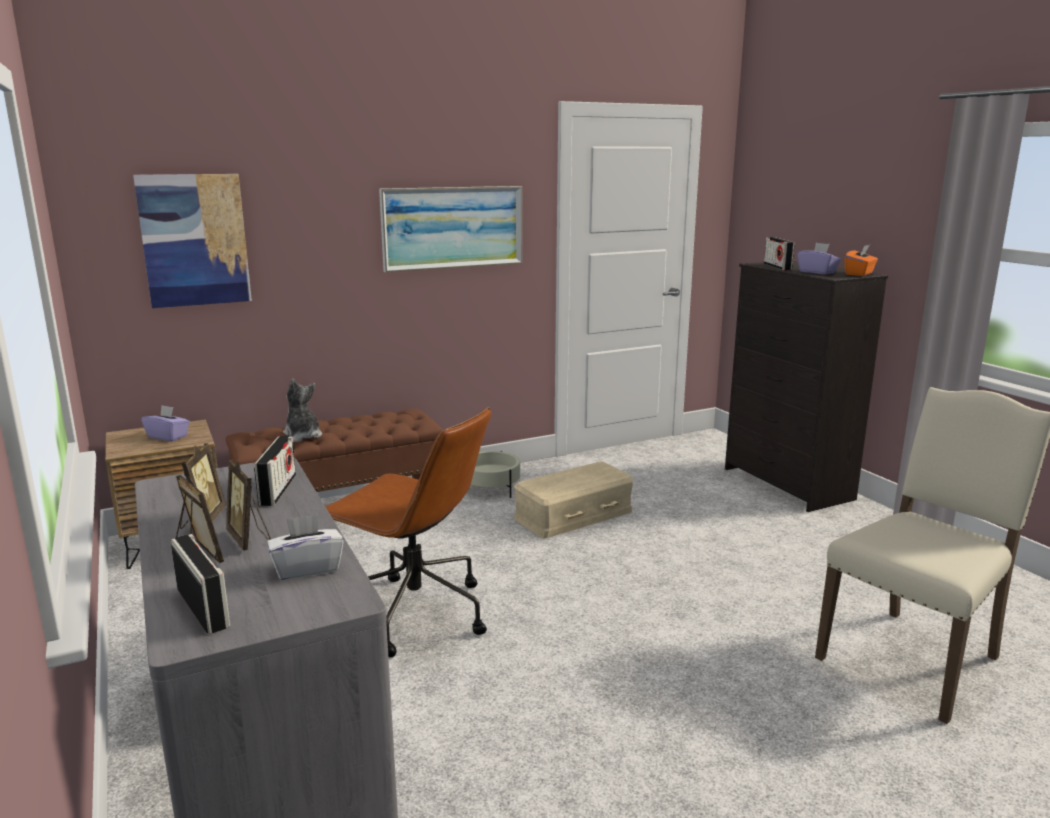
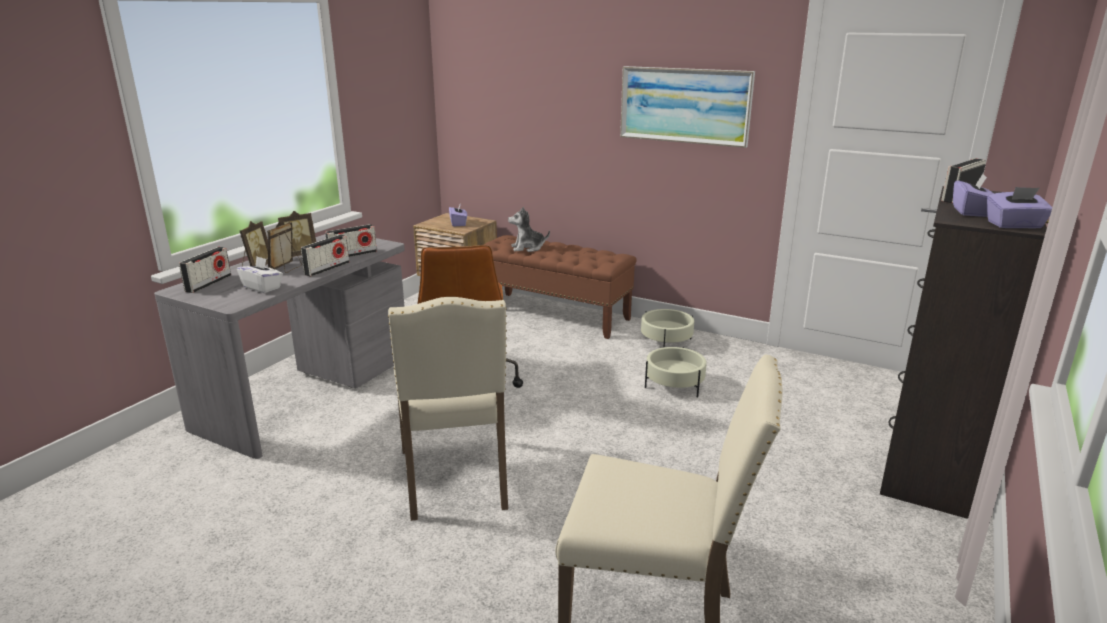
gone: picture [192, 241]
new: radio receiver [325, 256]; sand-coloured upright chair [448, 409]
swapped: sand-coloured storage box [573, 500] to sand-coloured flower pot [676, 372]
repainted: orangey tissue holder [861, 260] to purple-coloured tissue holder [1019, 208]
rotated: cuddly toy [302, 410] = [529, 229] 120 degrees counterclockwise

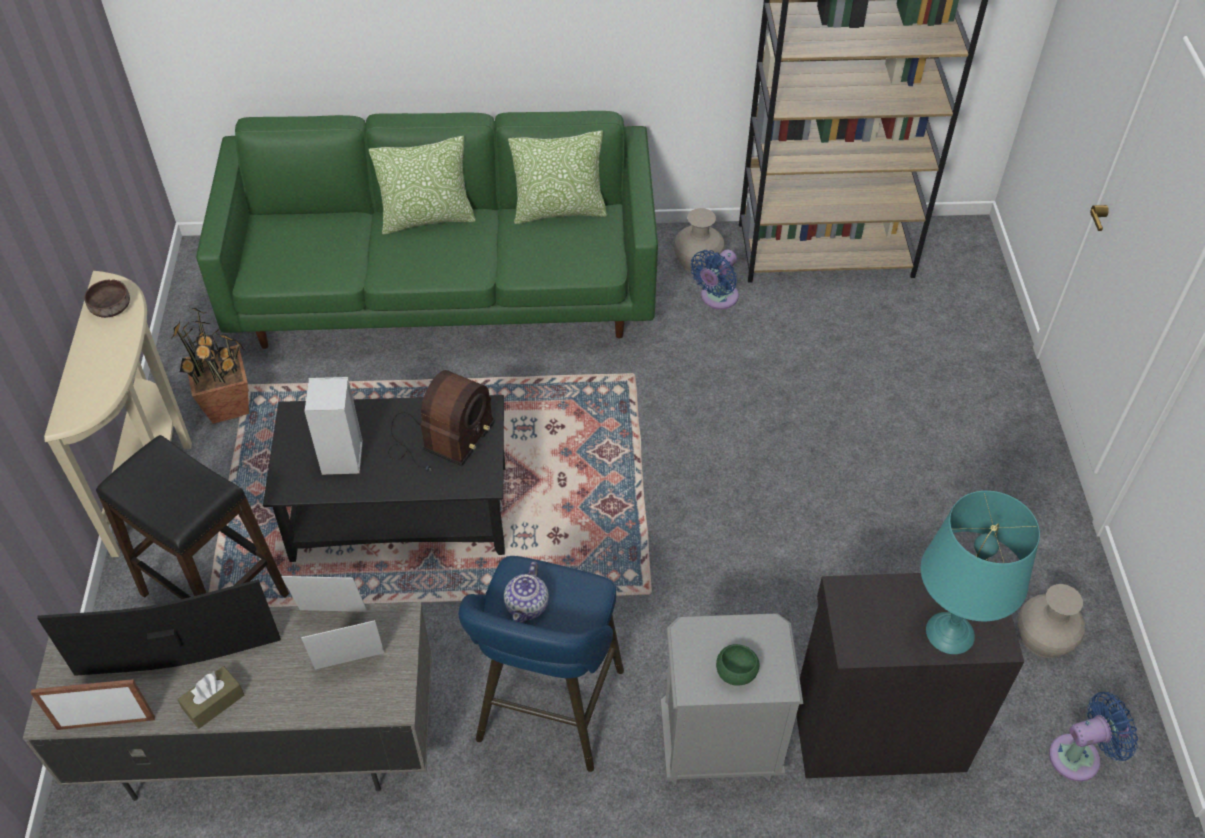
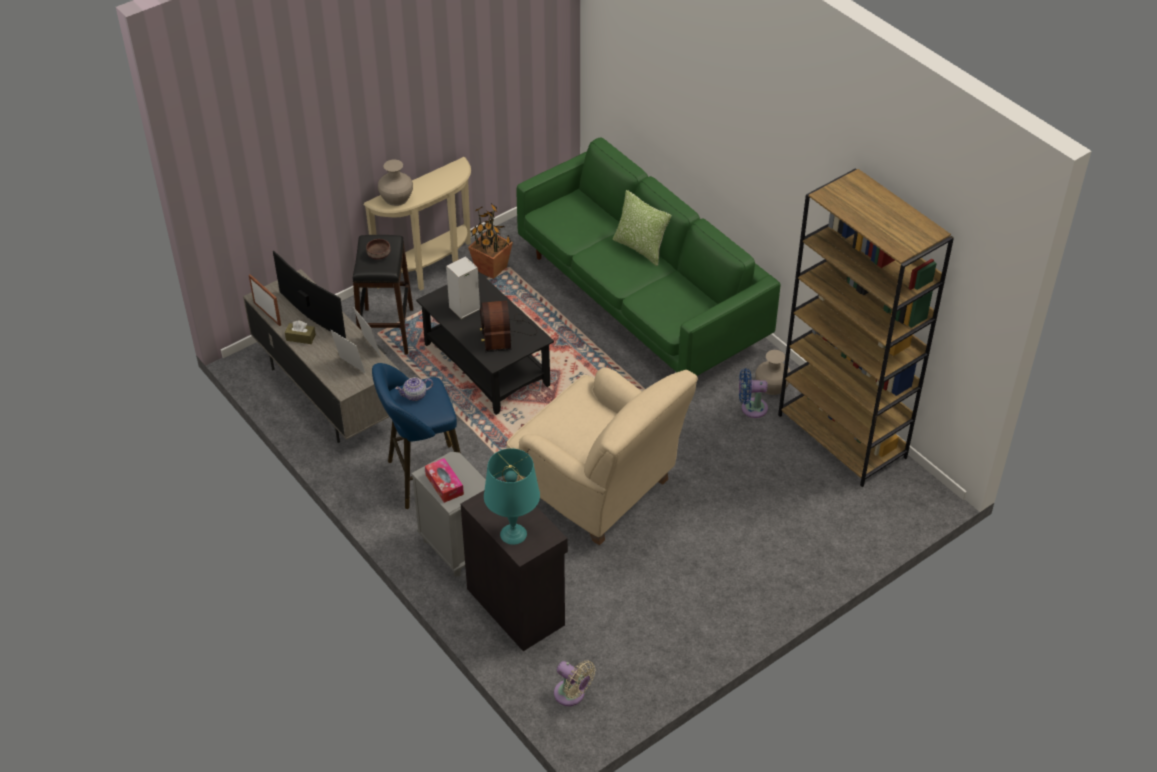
gone: throw pillow [557, 177]
new: sand-coloured lounge chair [602, 456]
shifted: brown bowl [107, 298] to [378, 249]; sand-coloured vase [1051, 621] to [395, 182]
swapped: greenish bowl [738, 665] to tissue holder [444, 480]
repainted: blue electric fan [1093, 736] to sand-coloured electric fan [574, 683]
rotated: radio receiver [441, 421] = [508, 326] 90 degrees clockwise

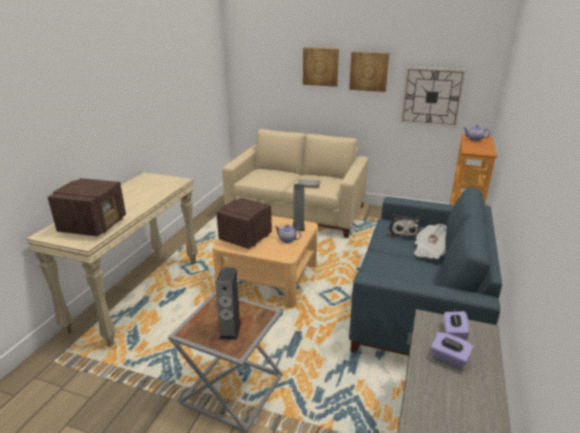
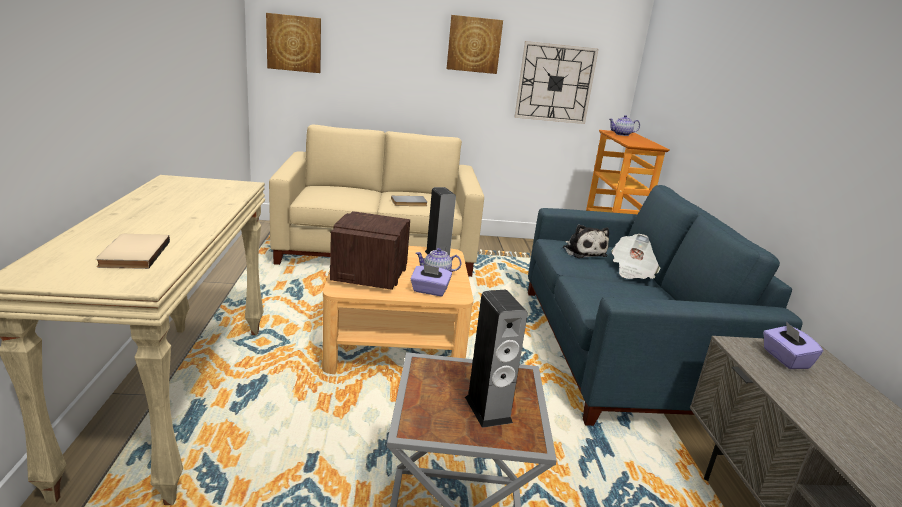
shifted: picture [321, 67] to [293, 43]; purple-coloured tissue holder [452, 350] to [431, 280]
swapped: radio receiver [87, 207] to sand-coloured bound book [133, 251]

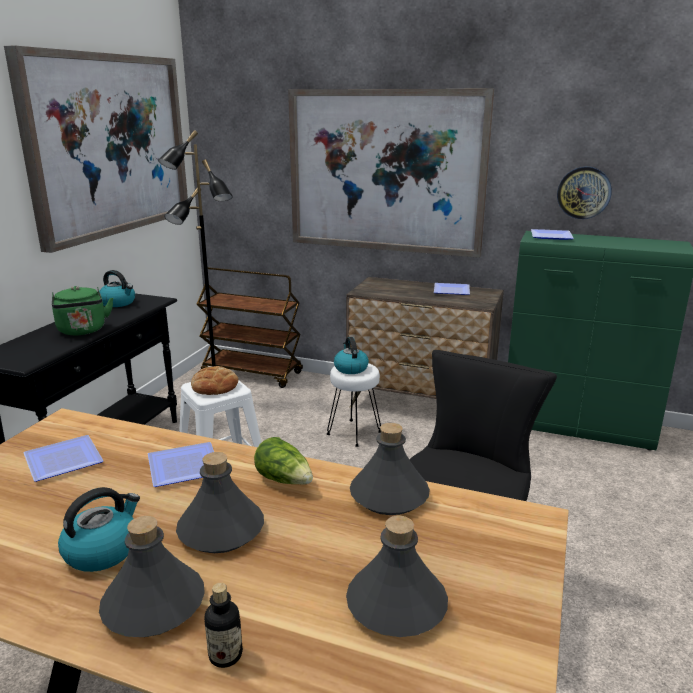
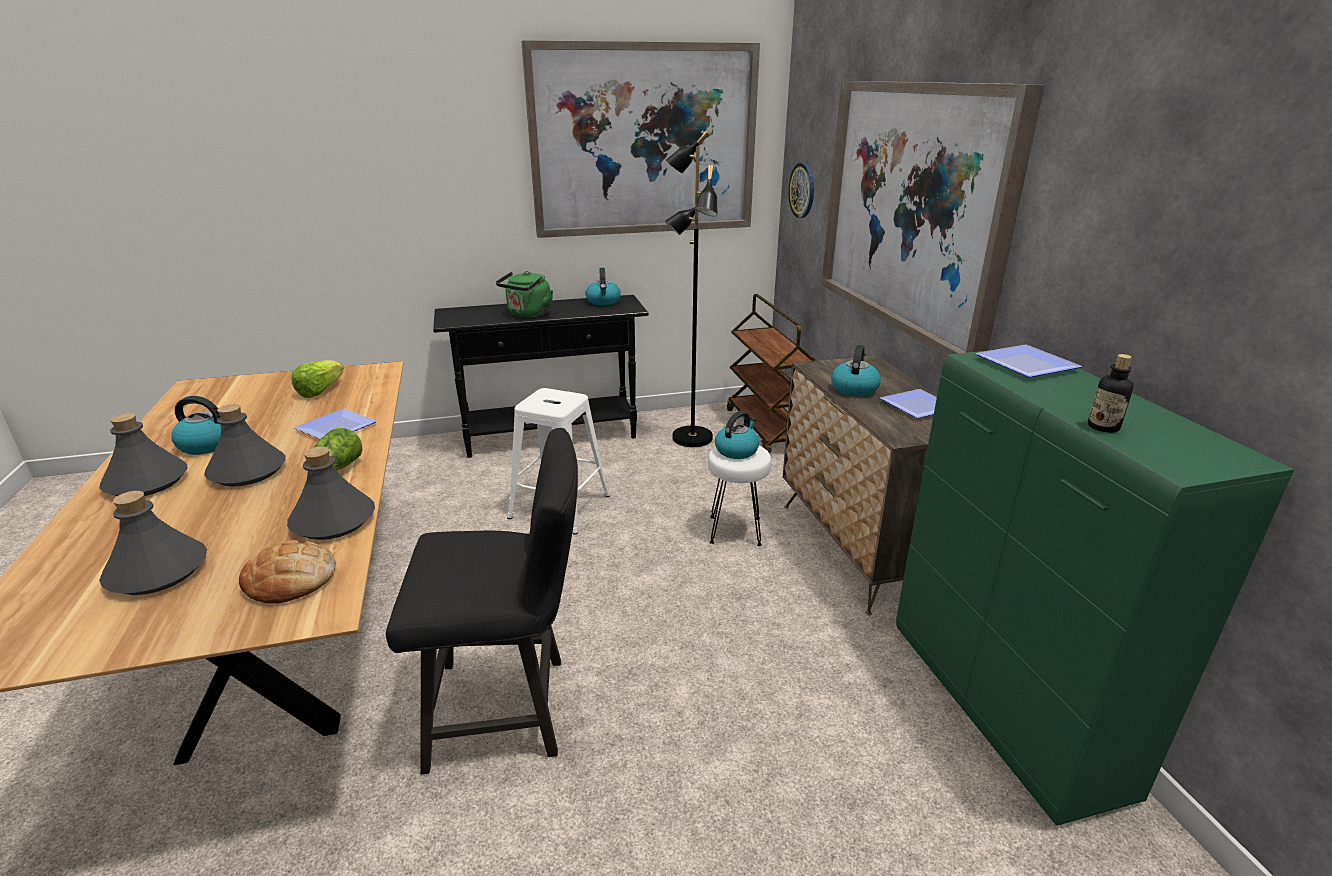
new: tea kettle [856, 371]
shifted: bakery bread [214, 380] to [287, 572]; bottle [223, 625] to [1111, 393]; hanging clock [584, 193] to [801, 190]
swapped: flat dish [63, 458] to lettuce head [317, 379]

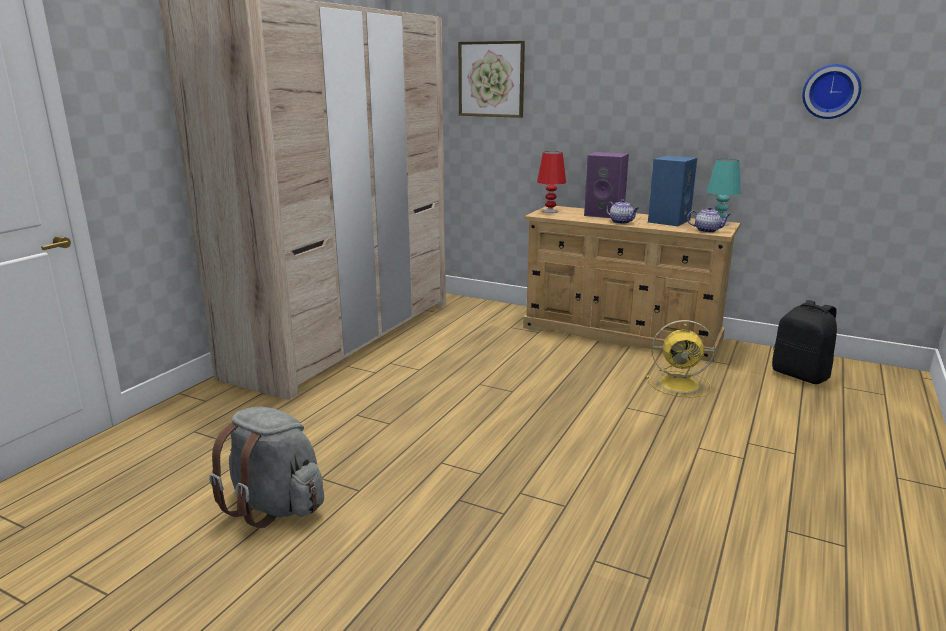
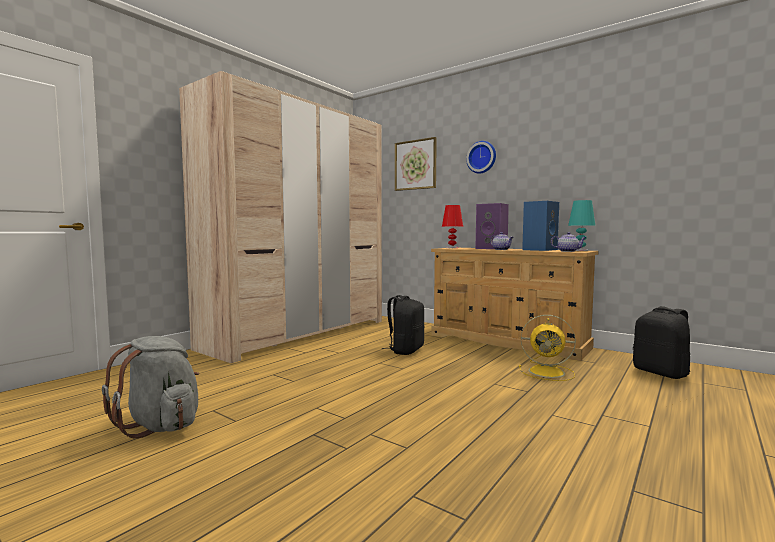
new: black-coloured rucksack [403, 325]
shifted: hanging clock [831, 91] to [481, 157]

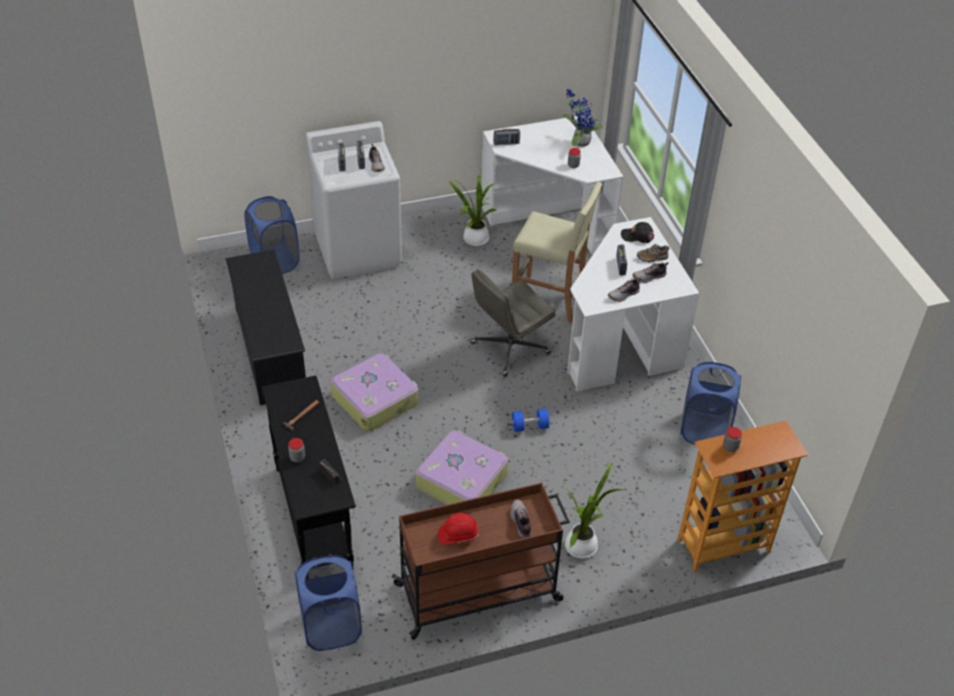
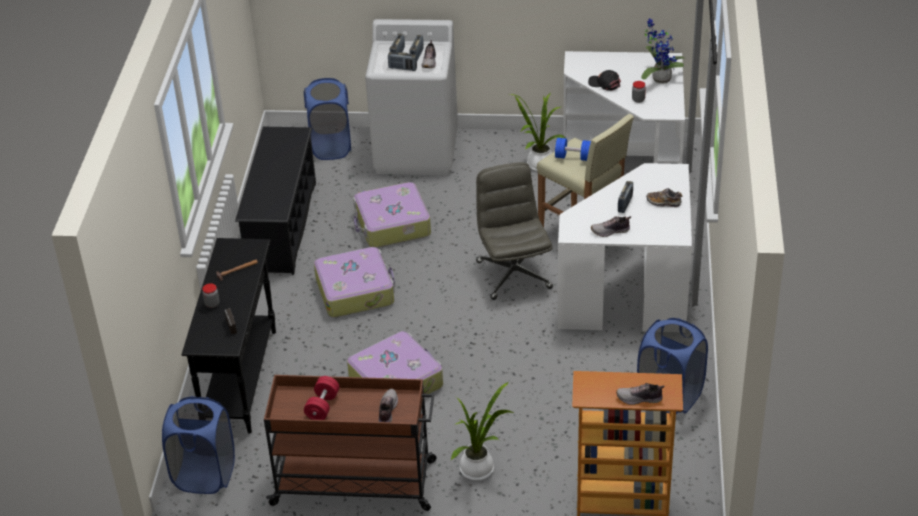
gone: preserve jar [732, 439]
new: suitcase [392, 215]
shifted: radio receiver [507, 137] to [402, 61]; blue free weight [530, 420] to [573, 149]; black-coloured cap [637, 232] to [604, 80]; shoe [650, 272] to [640, 394]
swapped: red-coloured safety helmet [458, 528] to red-coloured free weight [322, 398]
rotated: gray desk chair [513, 323] = [514, 231] 90 degrees clockwise

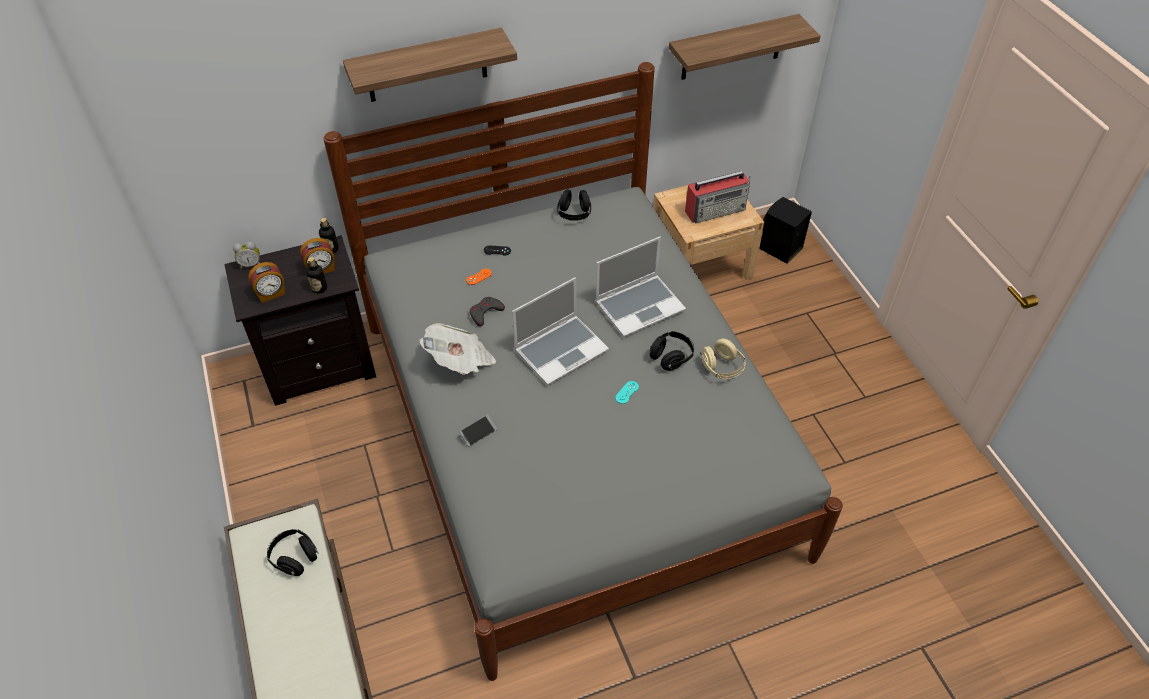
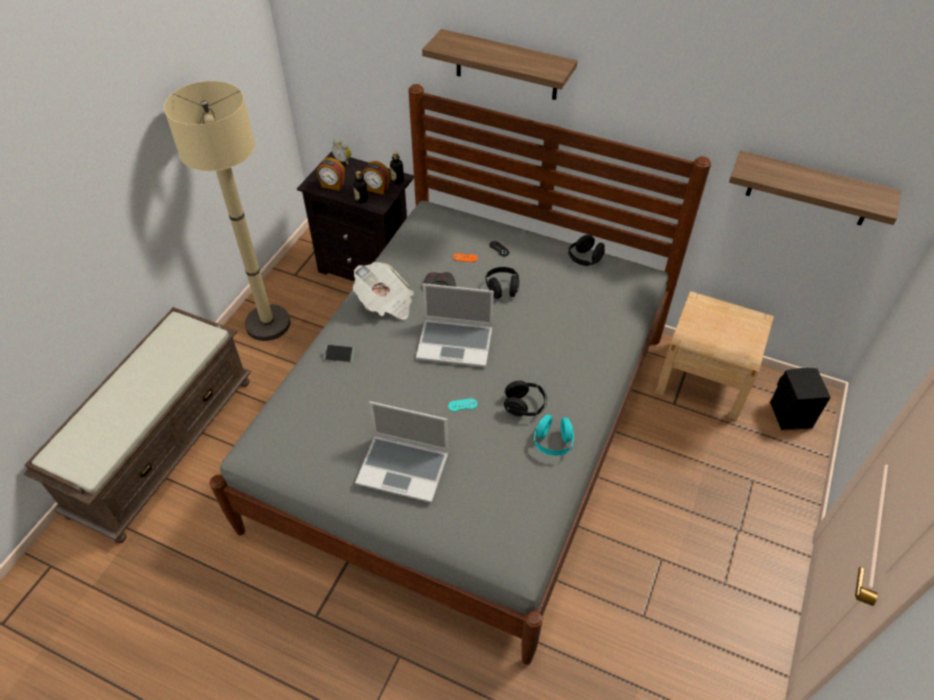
gone: radio receiver [717, 197]
new: sand-coloured standing lamp [227, 211]
shifted: black-coloured headphones [293, 552] to [502, 283]; portable computer [640, 287] to [402, 452]
repainted: sand-coloured headphones [723, 359] to turquoise-coloured headphones [554, 435]

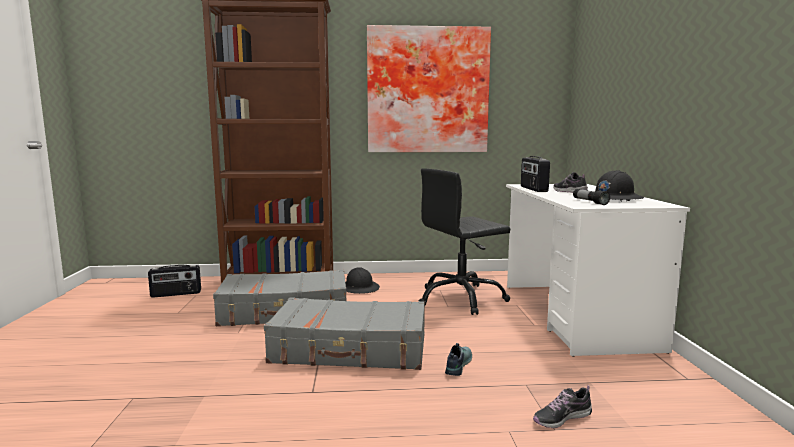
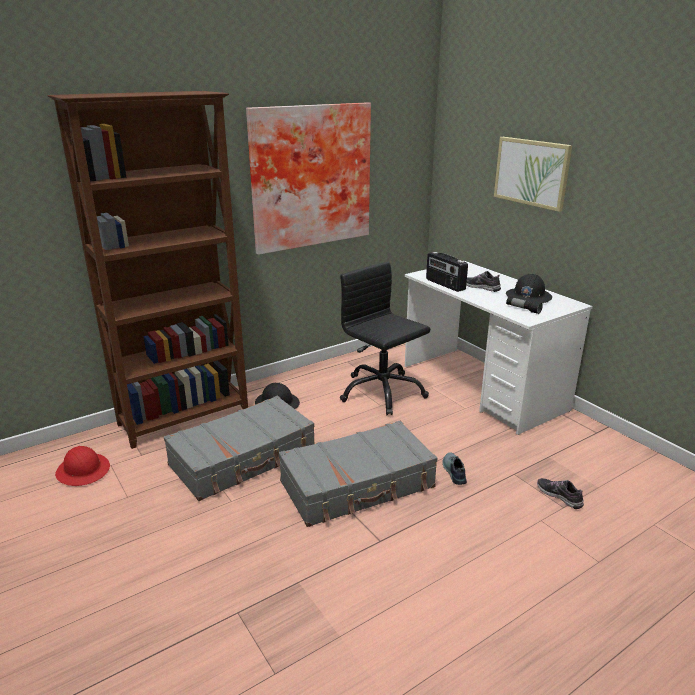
new: picture [533, 174]
swapped: radio receiver [174, 281] to red-coloured safety helmet [82, 466]
rotated: black-coloured desk chair [464, 241] = [385, 338] 105 degrees clockwise; shoe [562, 406] = [560, 493] 105 degrees clockwise

